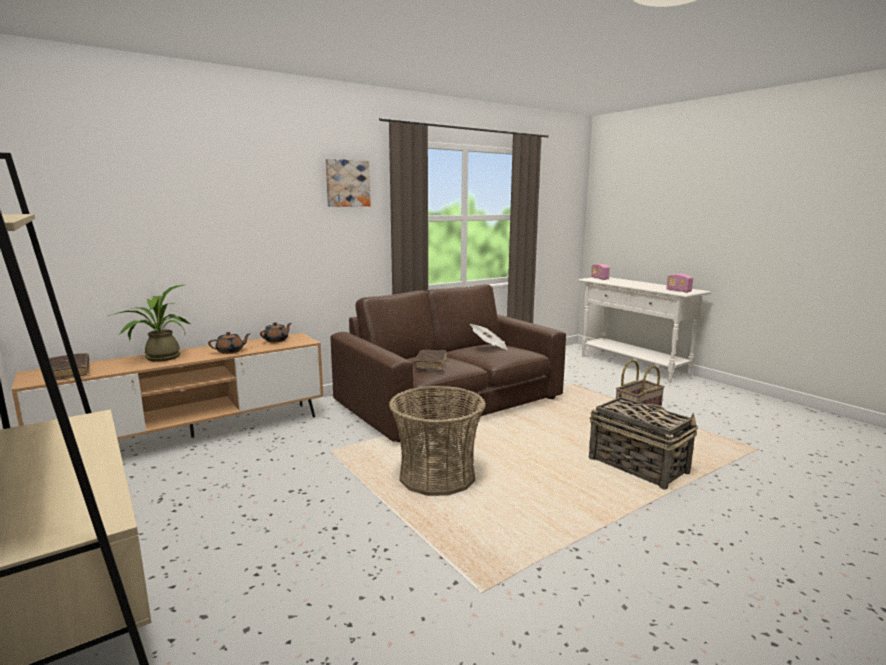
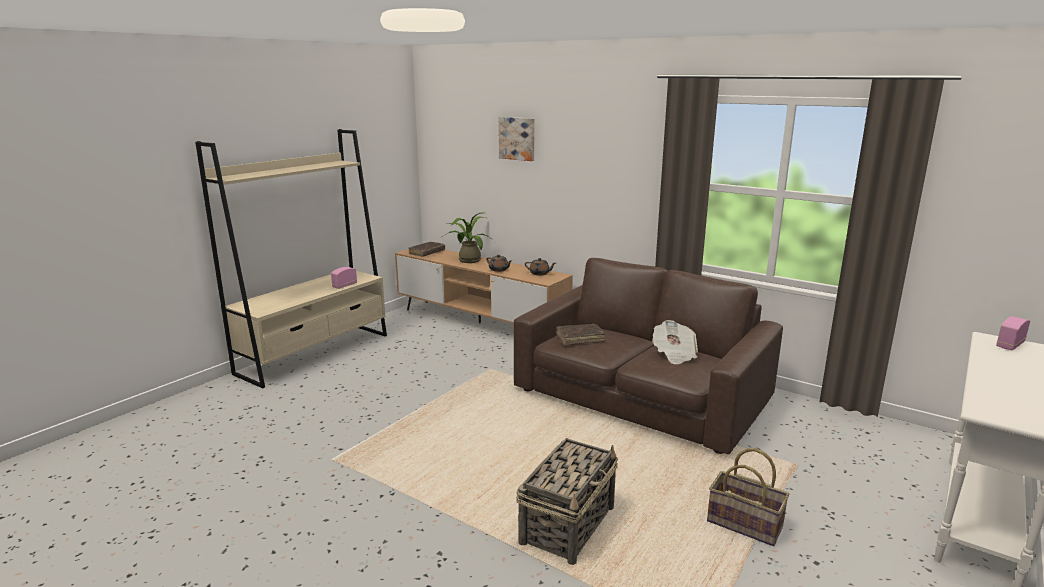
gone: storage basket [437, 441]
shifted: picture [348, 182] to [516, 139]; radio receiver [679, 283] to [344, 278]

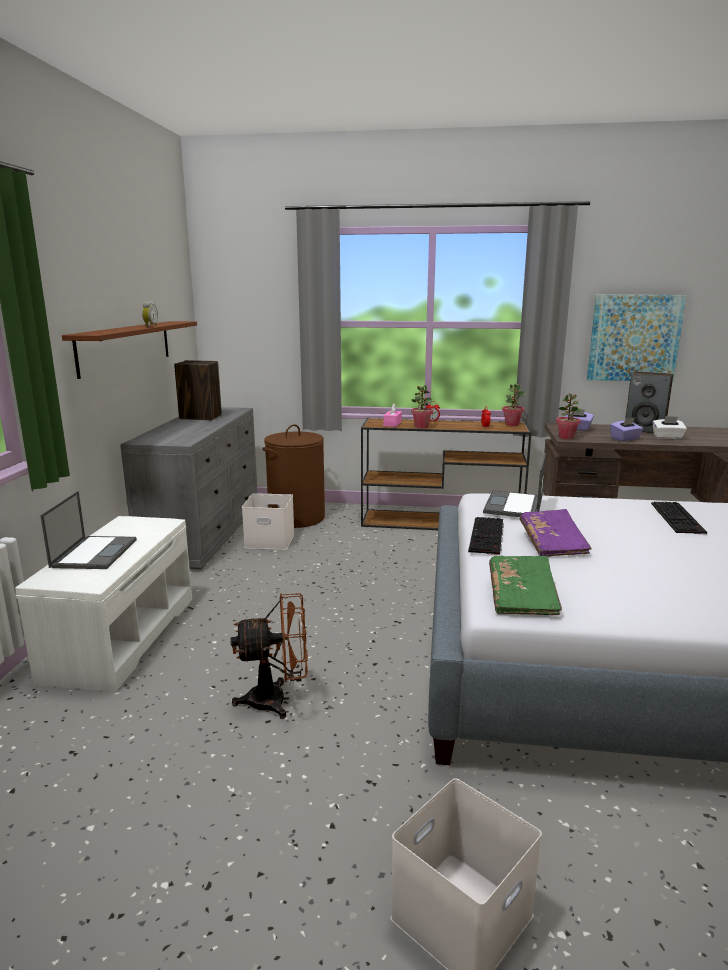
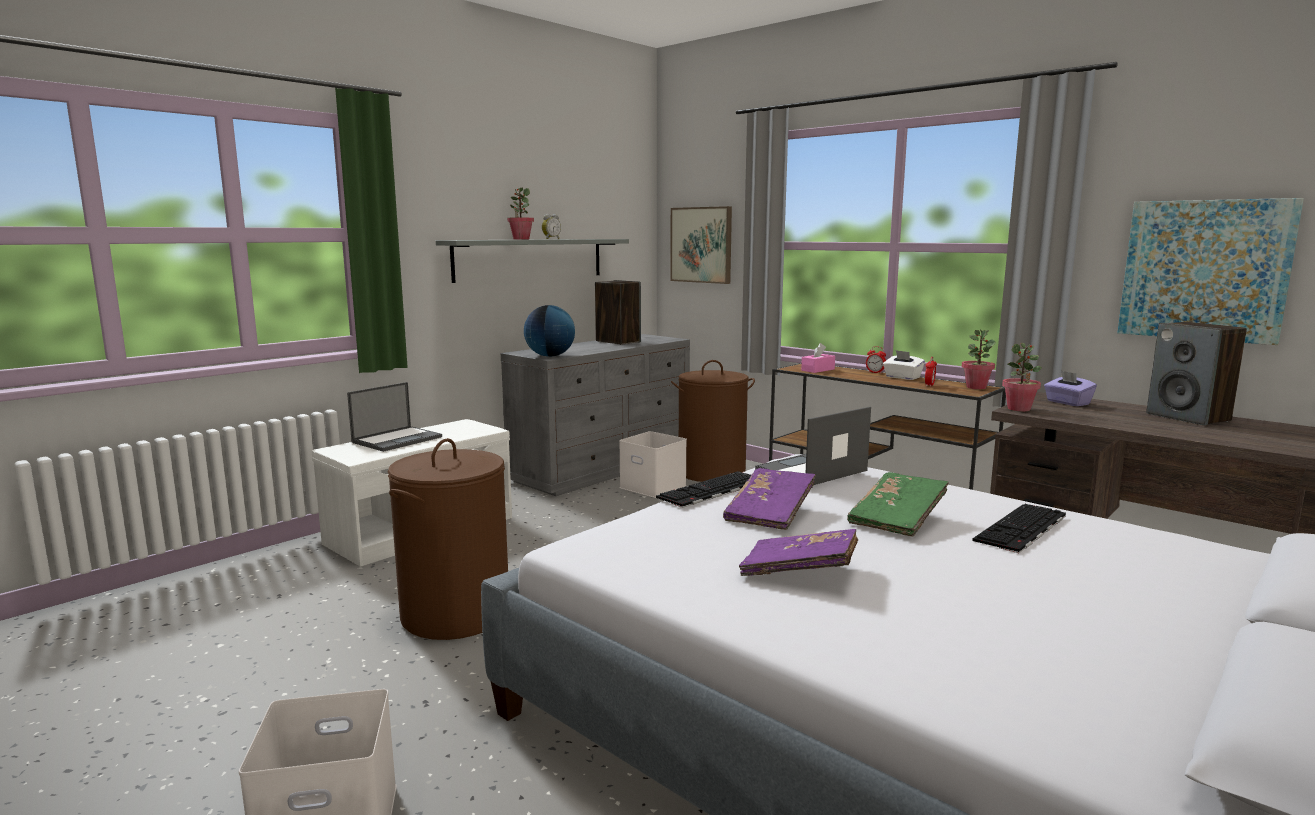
gone: purple-coloured tissue holder [626, 429]
new: desk globe [549, 331]; picture [701, 245]; purple-coloured bound book [798, 552]
shifted: houseplant [422, 406] to [520, 213]; greenish bound book [525, 585] to [898, 504]; whitish tissue holder [669, 427] to [904, 365]
swapped: brown electric fan [269, 656] to brown washing basket [447, 539]
repainted: brown shelf [129, 350] to gray shelf [532, 261]

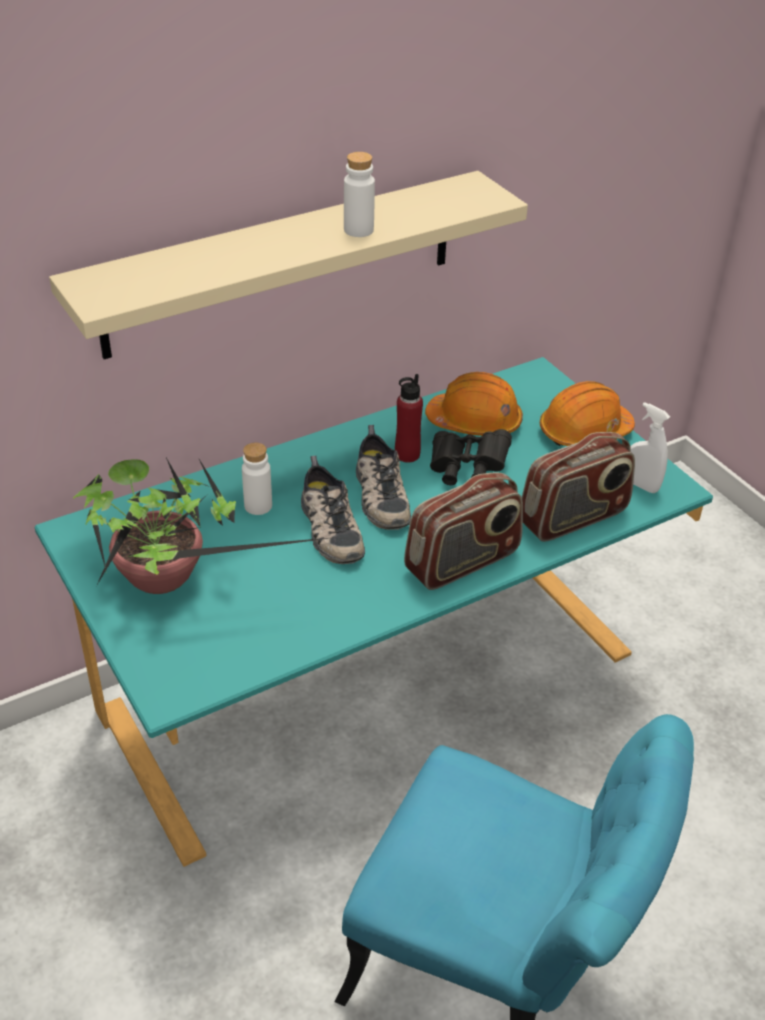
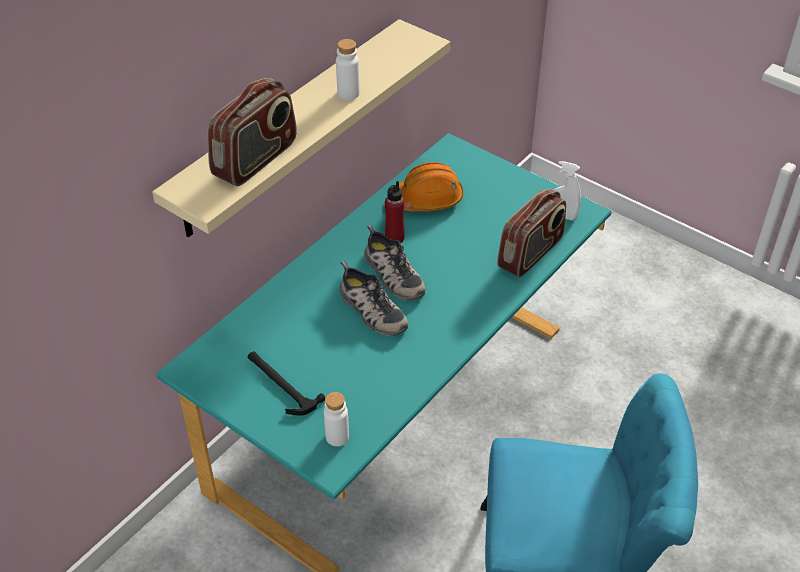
gone: black-coloured pair of binoculars [471, 457]; orangey safety helmet [587, 413]
shifted: whitish bottle [257, 479] to [336, 419]; radio receiver [463, 531] to [252, 132]
swapped: houseplant [204, 526] to hand hammer [286, 383]

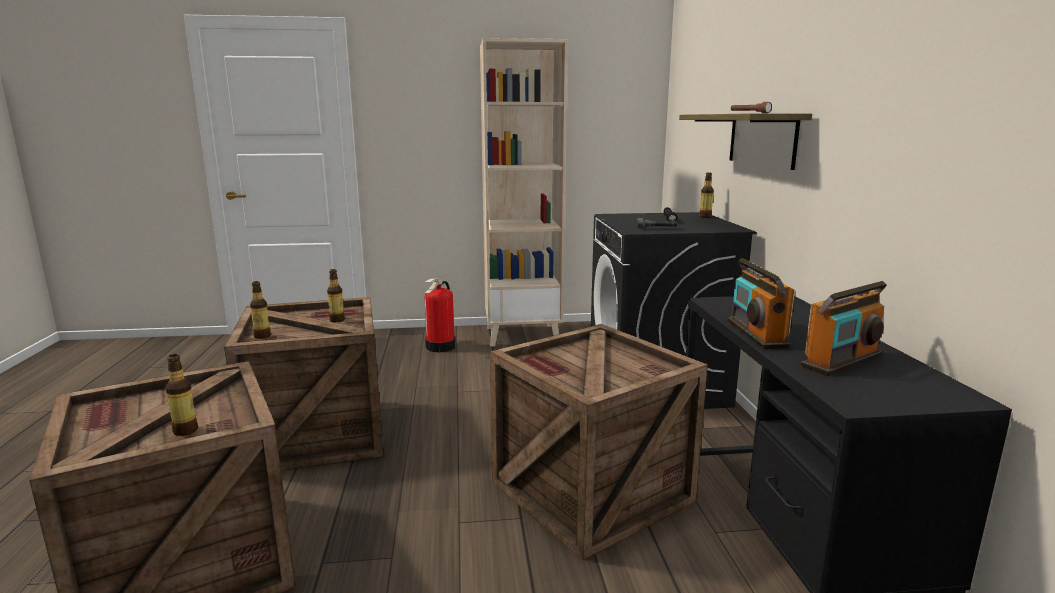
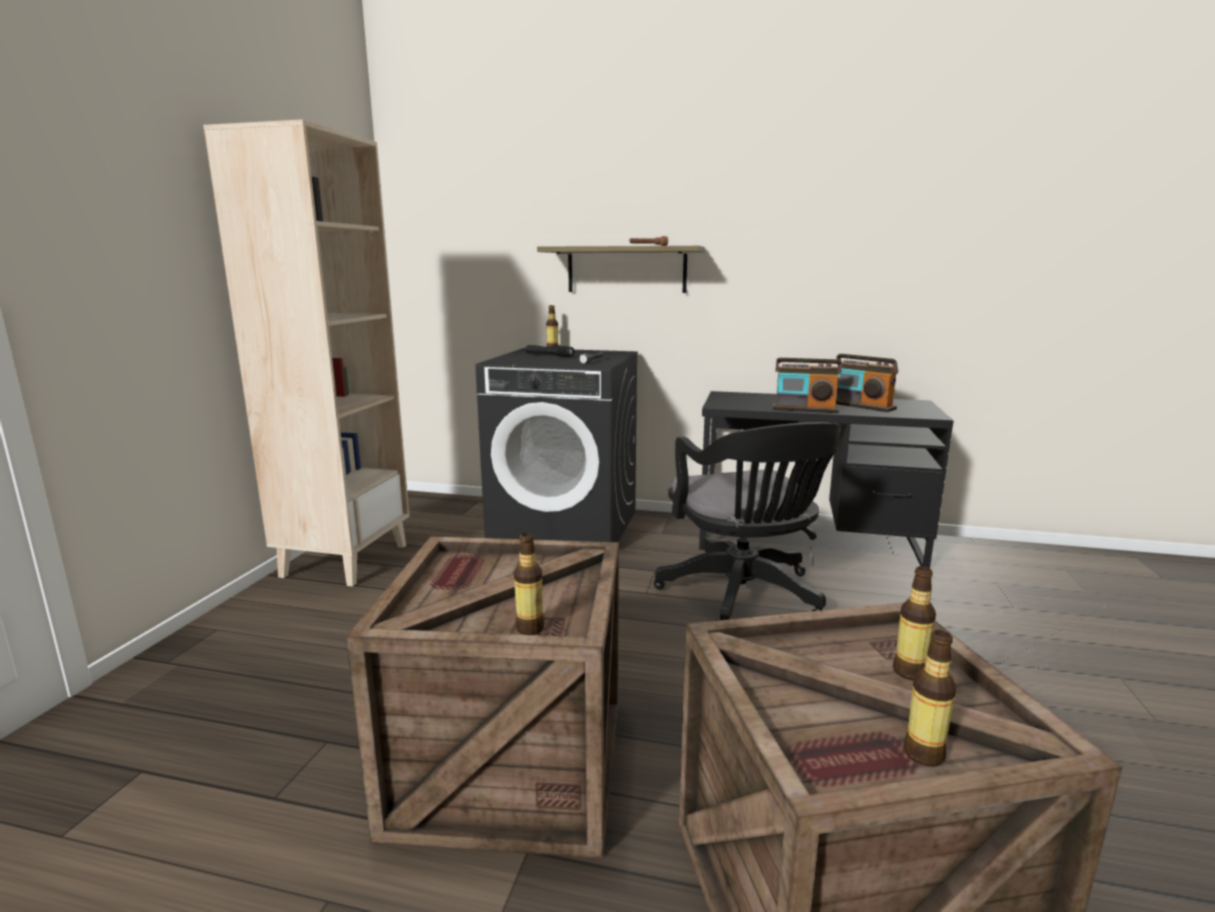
gone: fire extinguisher [440, 315]
shifted: bottle [336, 295] to [929, 698]
swapped: crate [599, 442] to black-coloured desk chair [747, 521]
rotated: radio receiver [843, 328] = [867, 383] 150 degrees clockwise

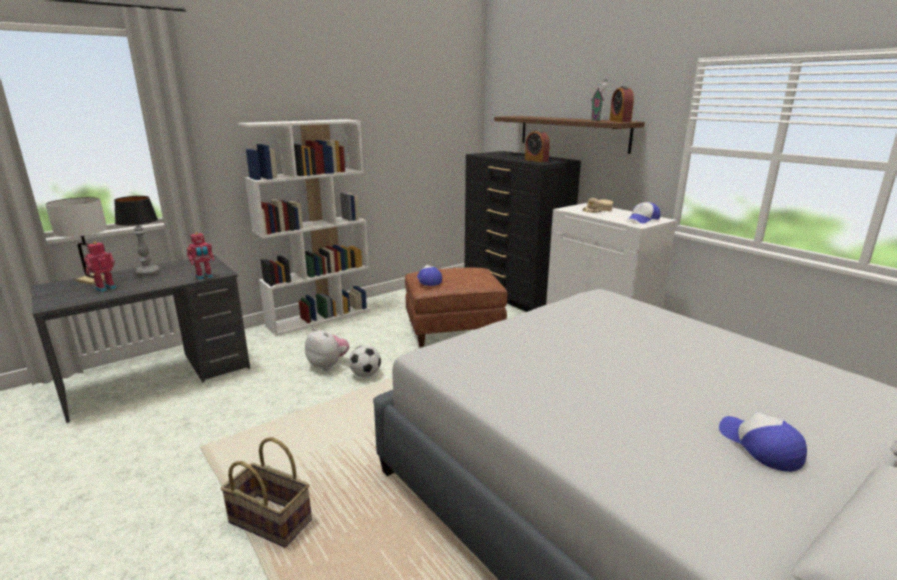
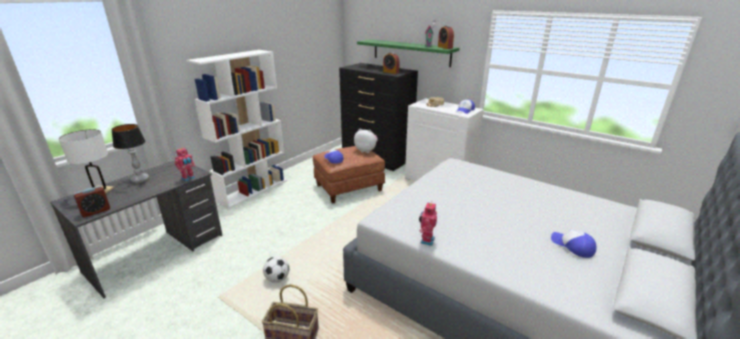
new: bedside clock [91, 201]
shifted: robot figure [100, 266] to [428, 224]; cuddly toy [327, 349] to [366, 140]; football ball [365, 361] to [276, 269]
repainted: brown shelf [569, 135] to greenish shelf [408, 53]

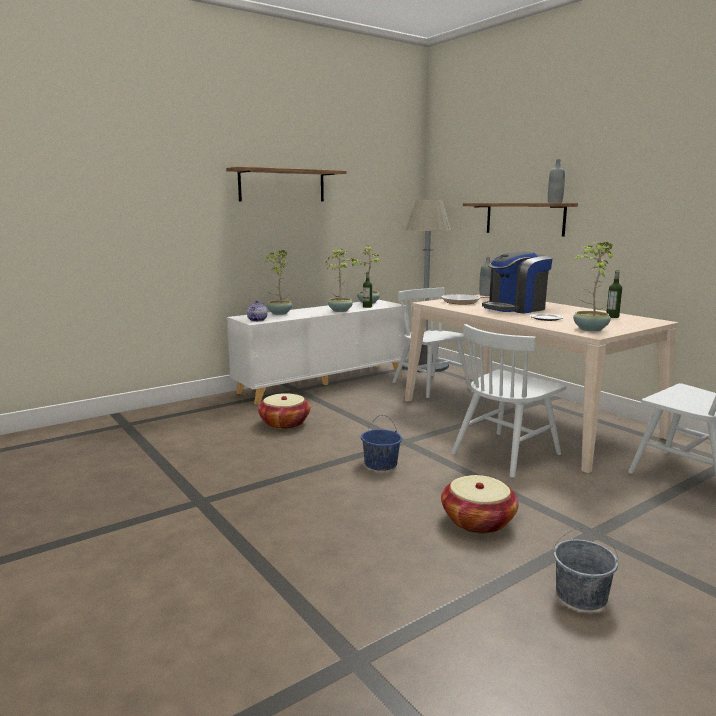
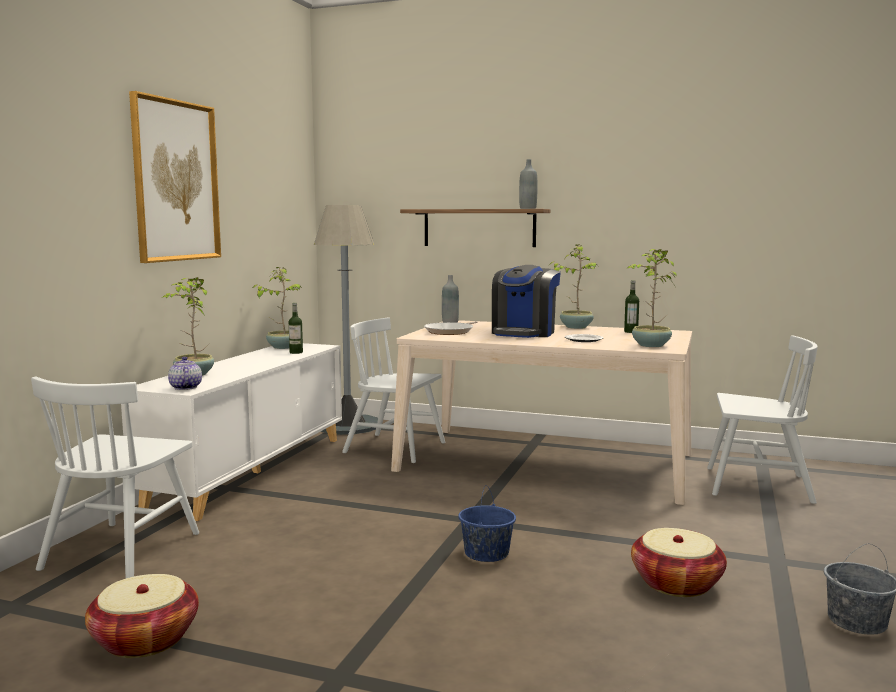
shifted: storage basket [284, 411] to [142, 616]; houseplant [340, 280] to [574, 286]; whitish upright chair [508, 401] to [115, 478]
swapped: shelf [286, 184] to picture [175, 177]

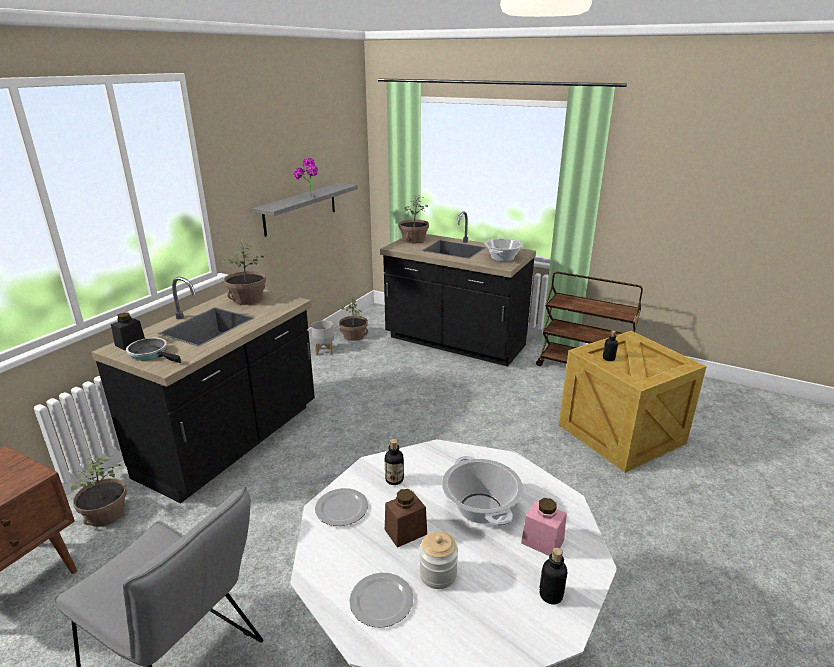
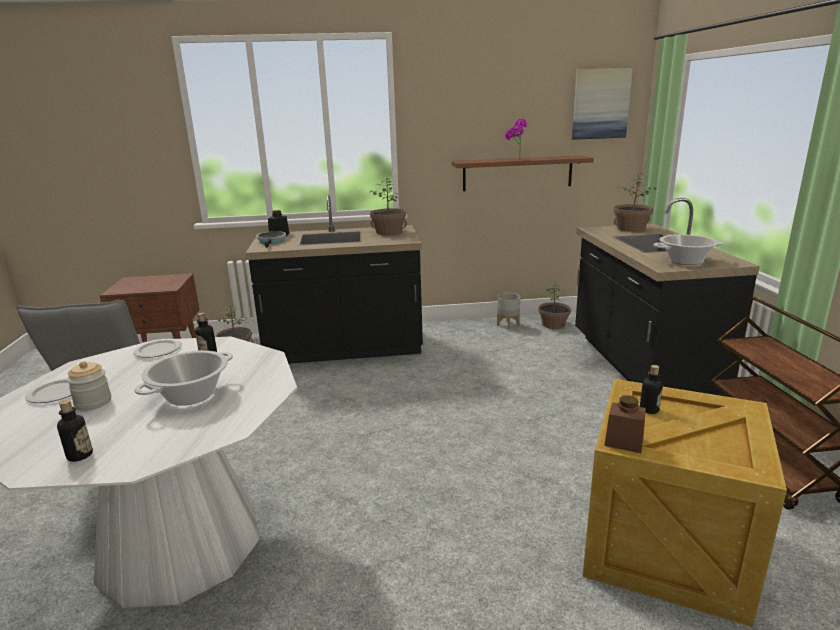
gone: pink-coloured preserve jar [544, 527]
new: picture [602, 104]
shifted: brown preserve jar [406, 518] to [625, 424]
repainted: gray shelf [305, 210] to brown shelf [523, 173]

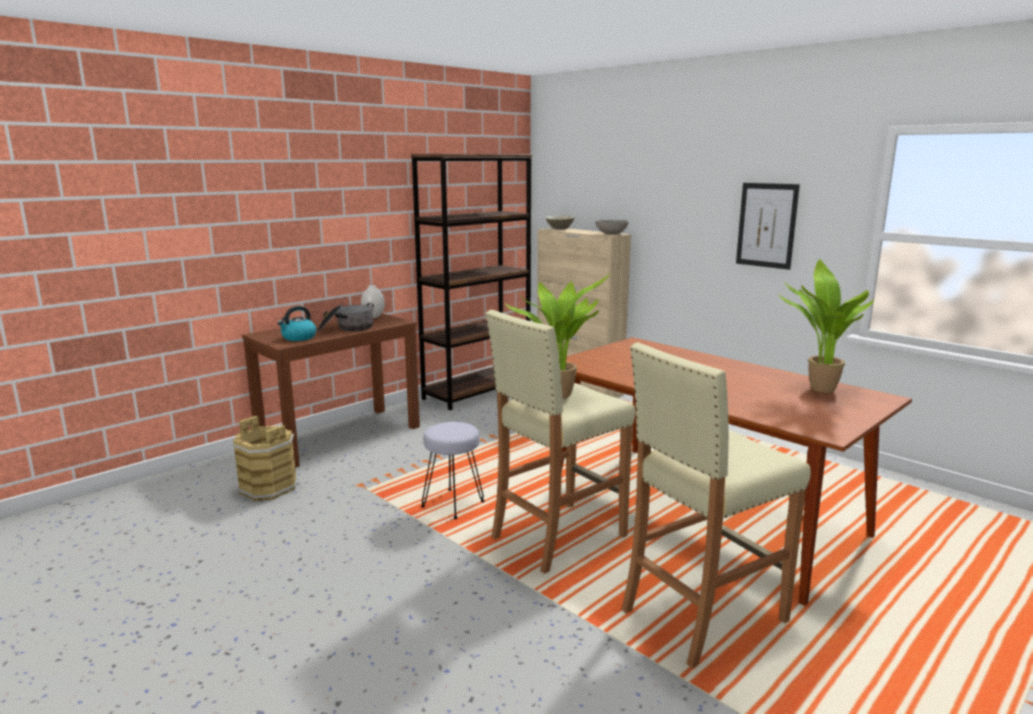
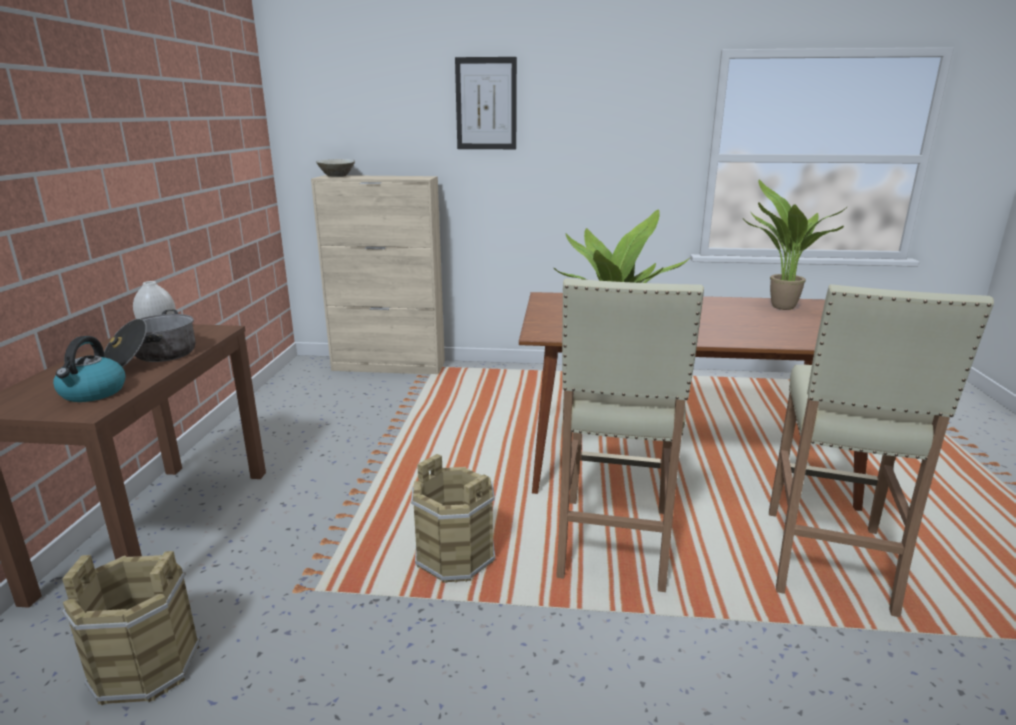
gone: brown bookshelf [471, 282]; gray bowl [612, 227]
shifted: picture [768, 226] to [486, 103]
swapped: gray sitting stool [452, 470] to brown pail [453, 518]

